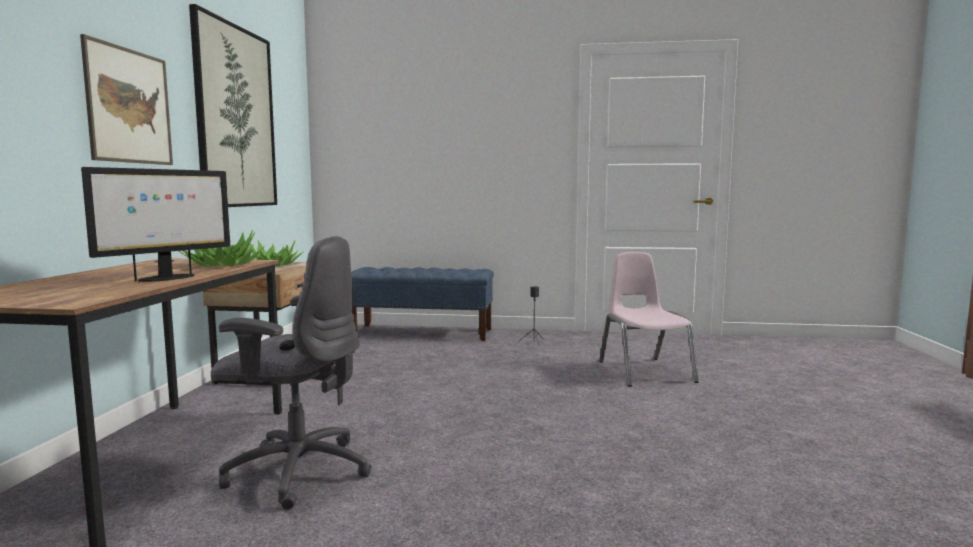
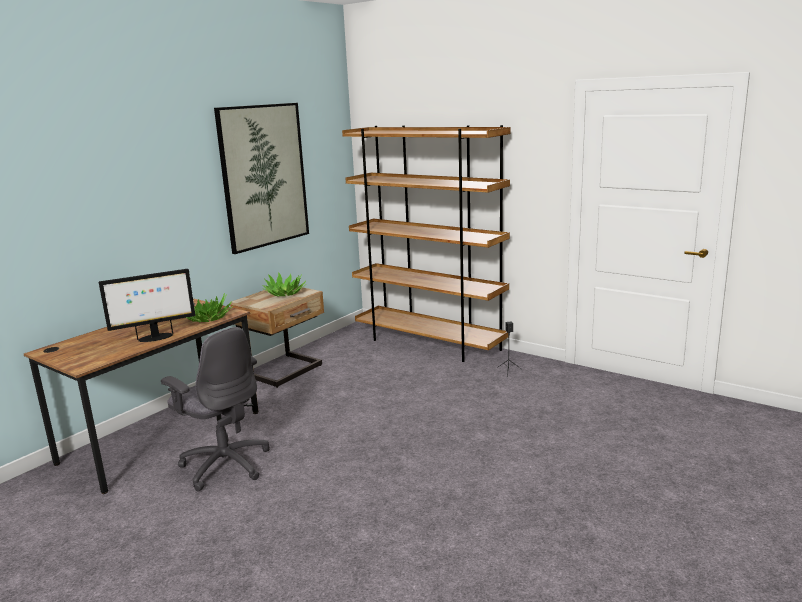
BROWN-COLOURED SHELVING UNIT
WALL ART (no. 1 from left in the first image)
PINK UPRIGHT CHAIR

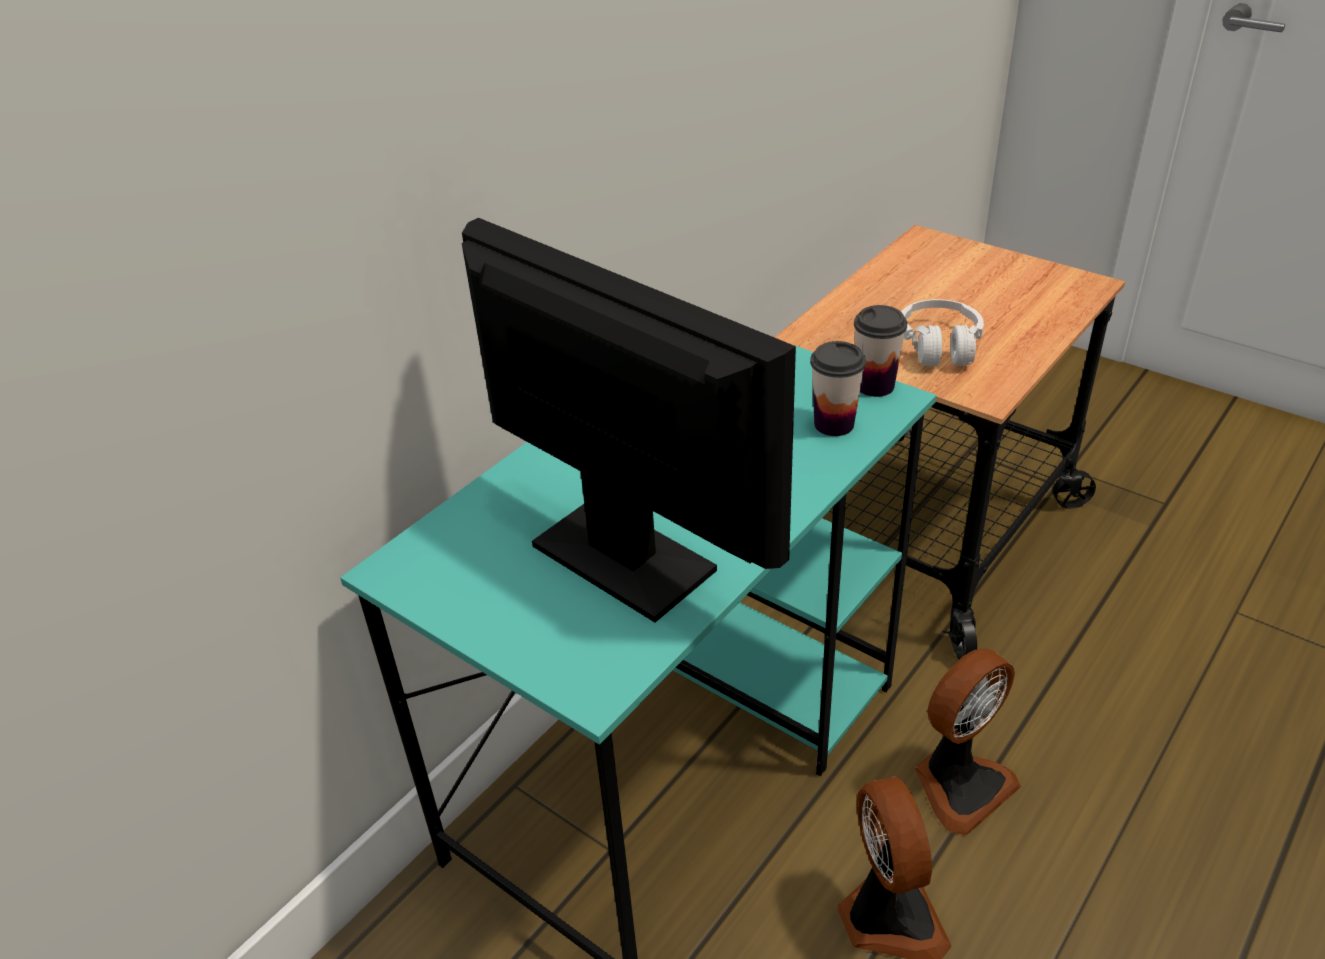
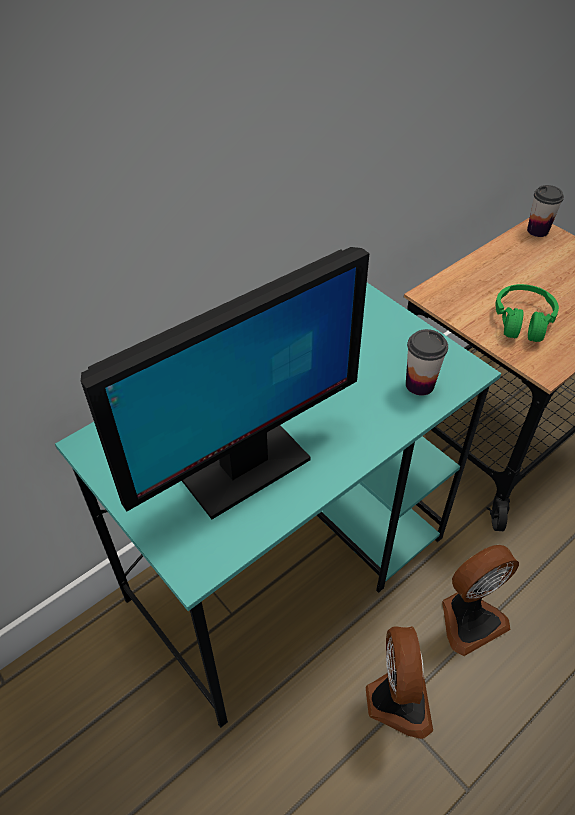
COMPUTER DISPLAY
GREEN-COLOURED PAIR OF HEADPHONES
SMALL CUP (no. 2 from left)

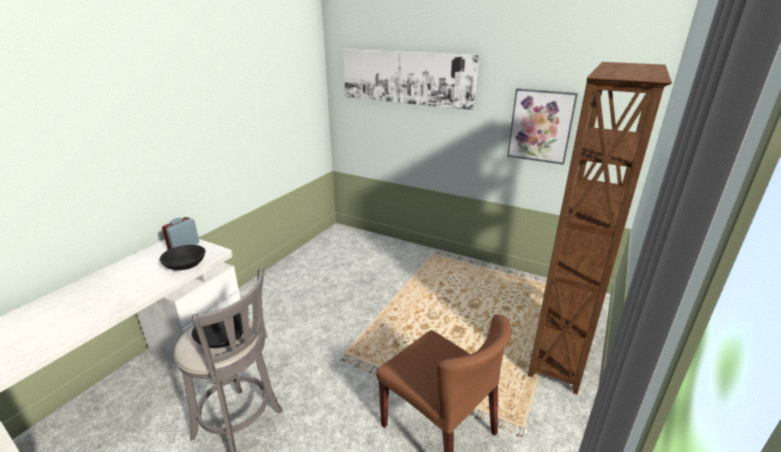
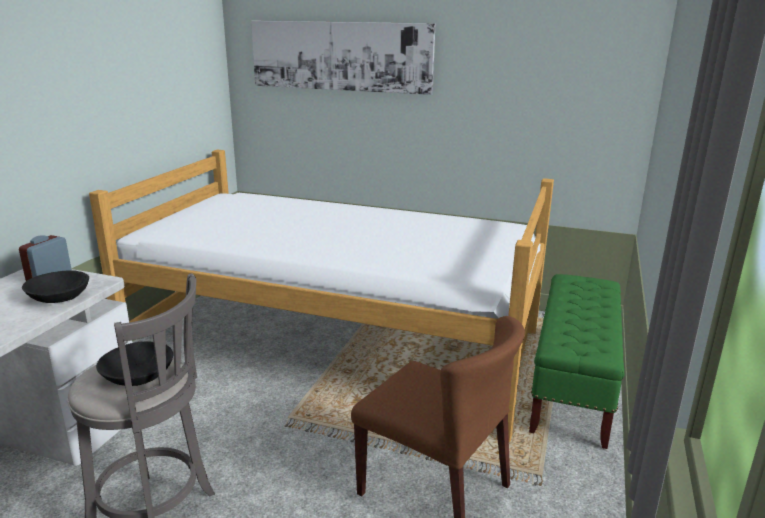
BEDROOM BED
GREEN-COLOURED LONG SEAT
WALL ART (no. 2 from left in the first image)

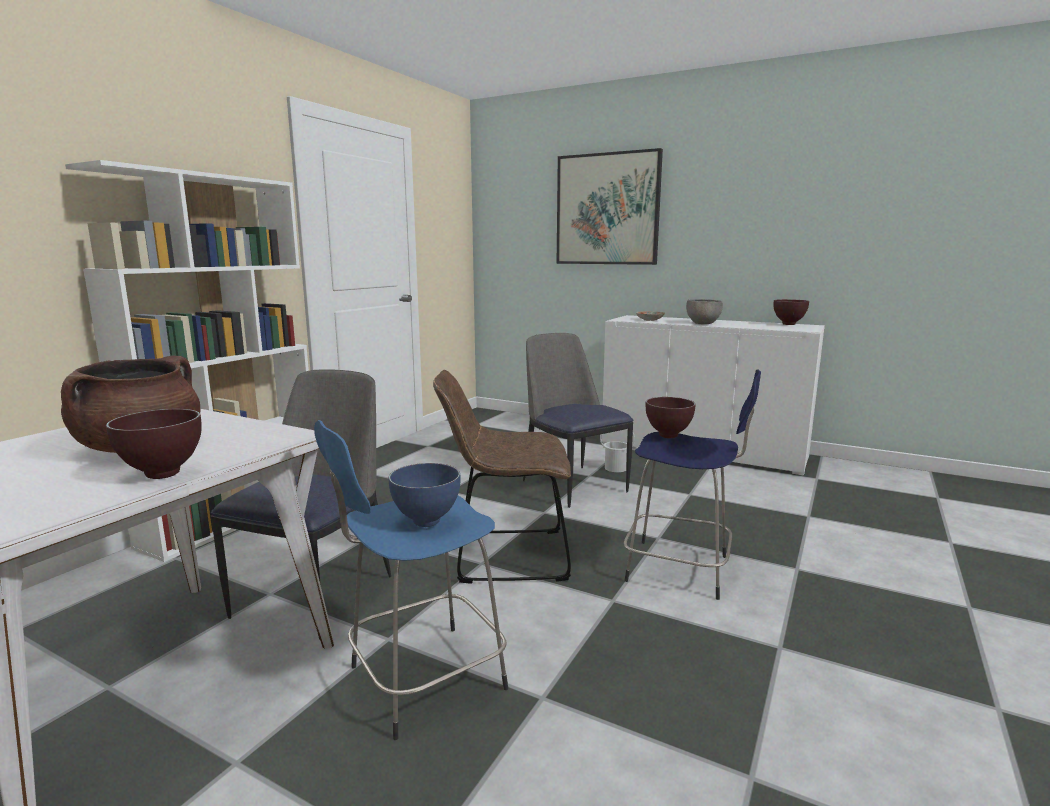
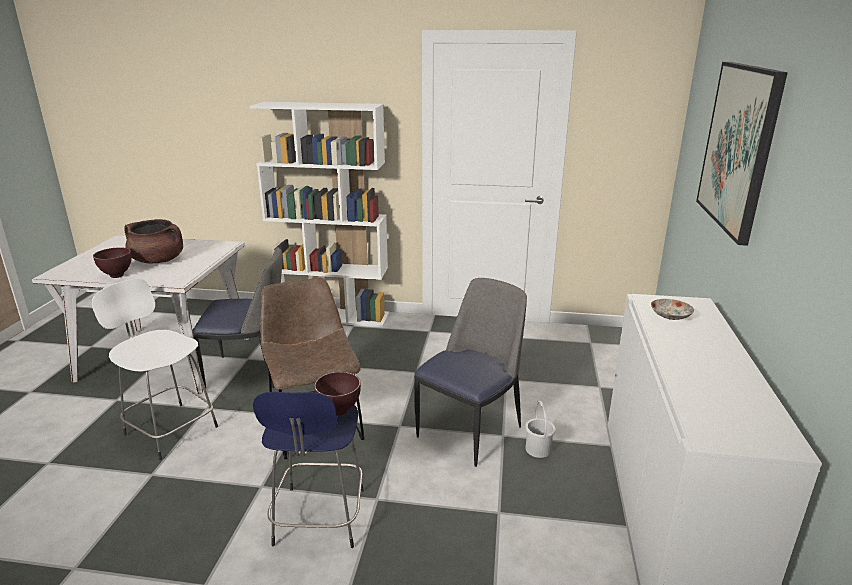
WHITE SITTING STOOL
BLUE-COLOURED DEEP DISH
GREY DEEP DISH
BROWN-COLOURED DEEP DISH (no. 3 from left in the first image)

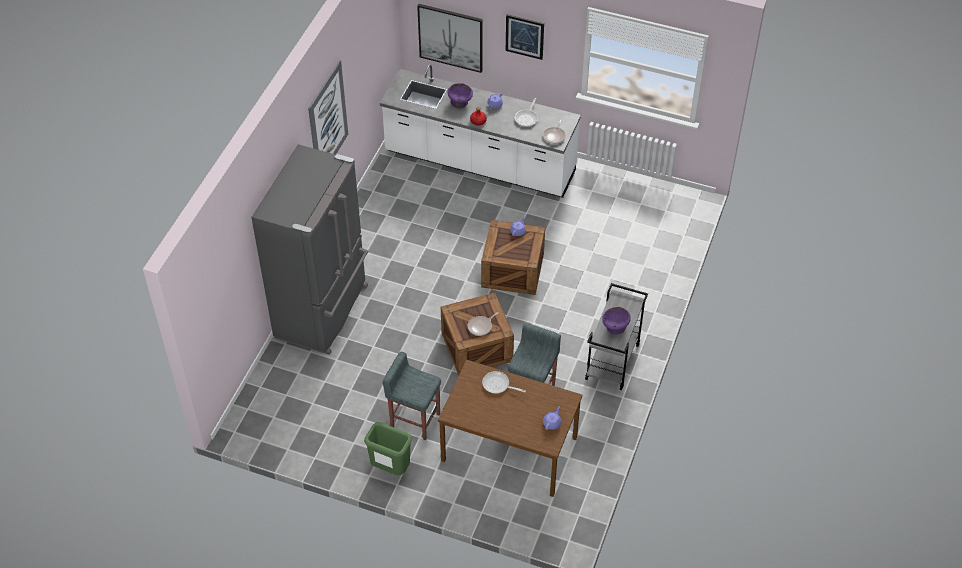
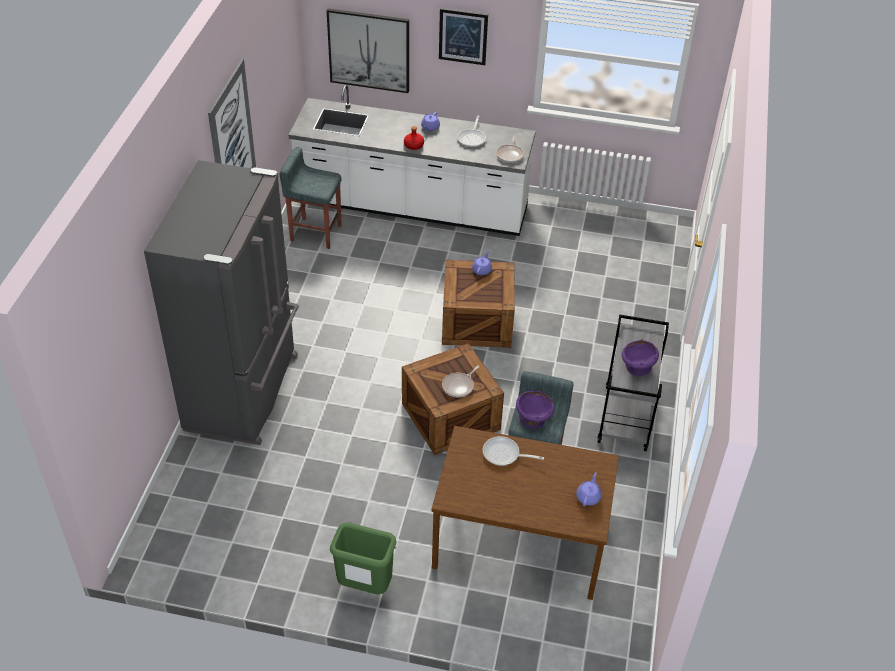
GREY SITTING STOOL (no. 1 from left)
PURPLE DEEP DISH (no. 1 from left)

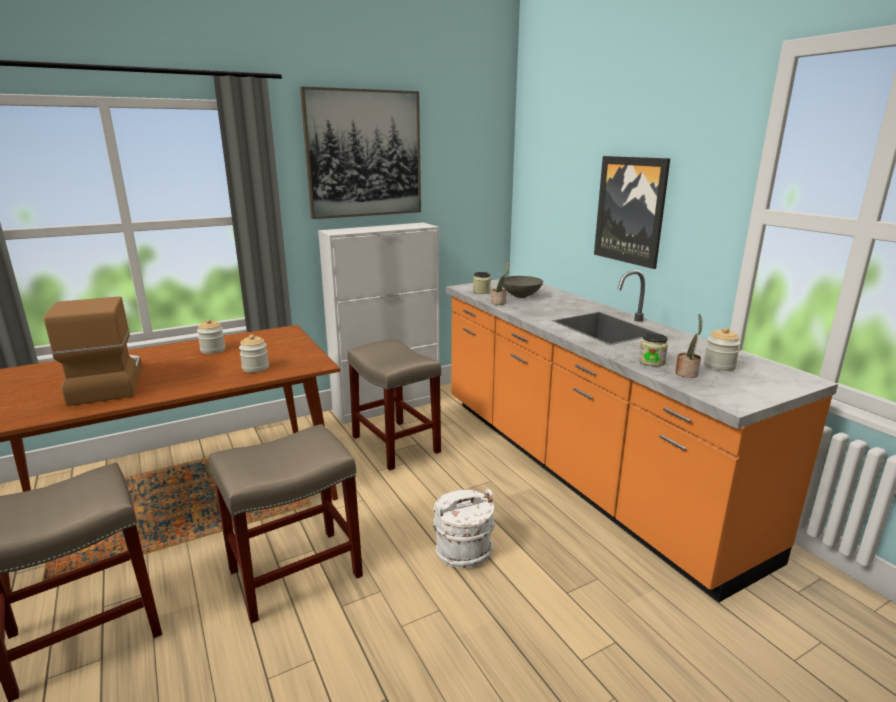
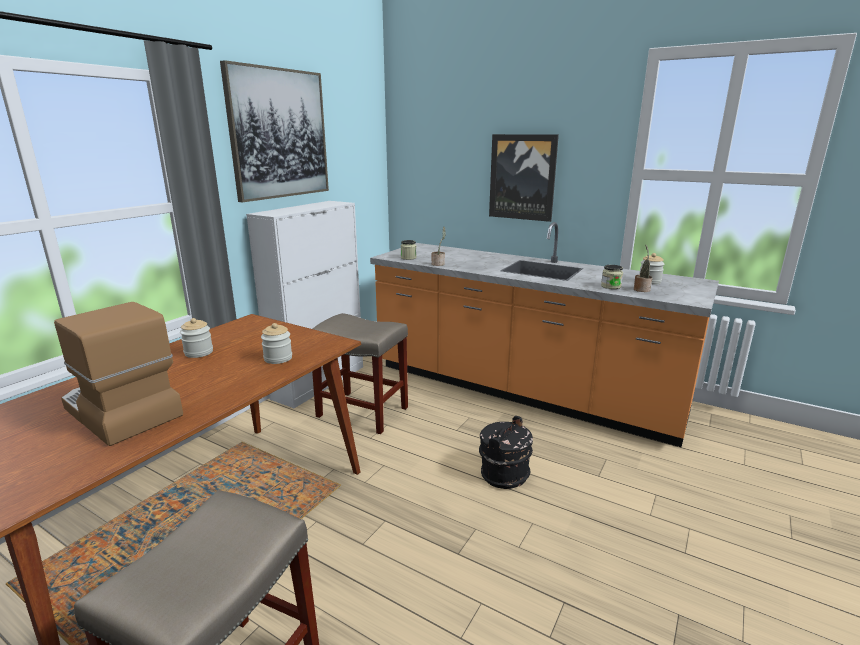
BLACK BUCKET
BEIGE SITTING STOOL (no. 2 from left in the first image)
GREY DEEP DISH

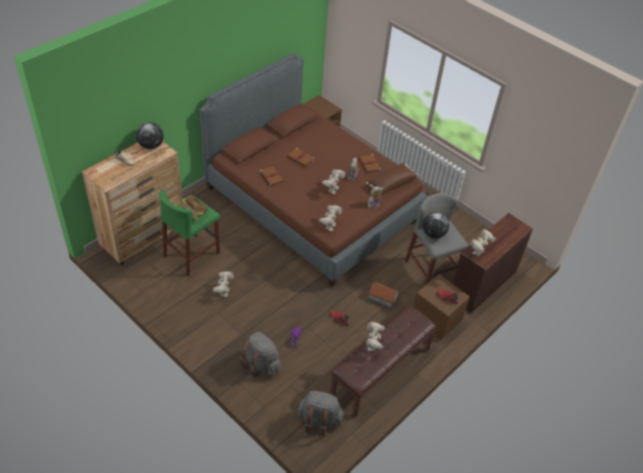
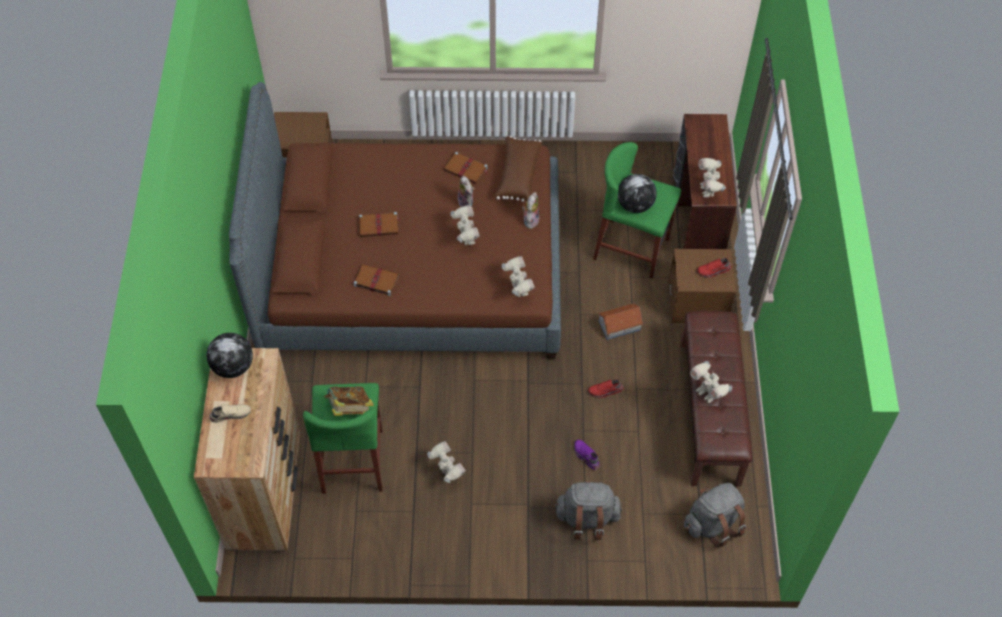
GREEN-COLOURED SITTING STOOL (no. 2 from left)

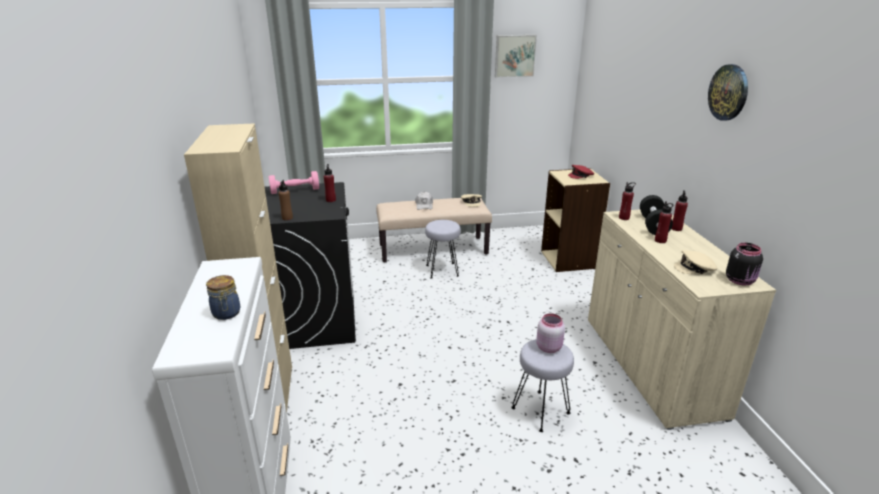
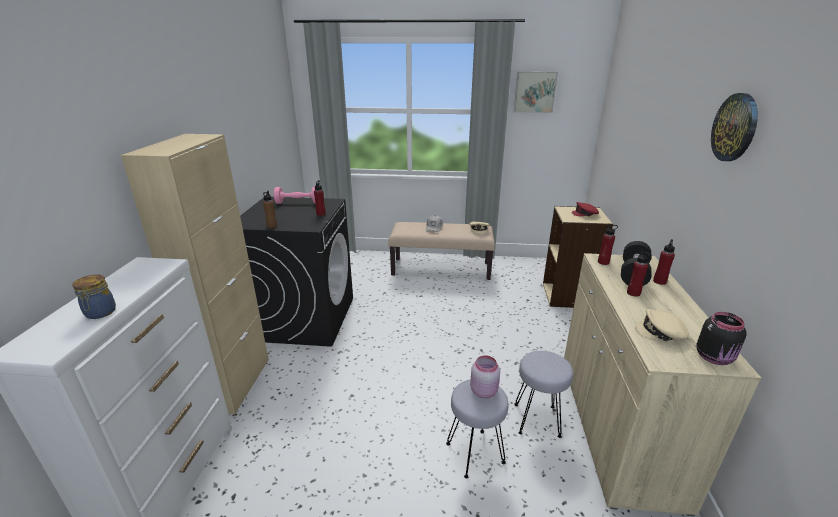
GREY SITTING STOOL (no. 2 from left)

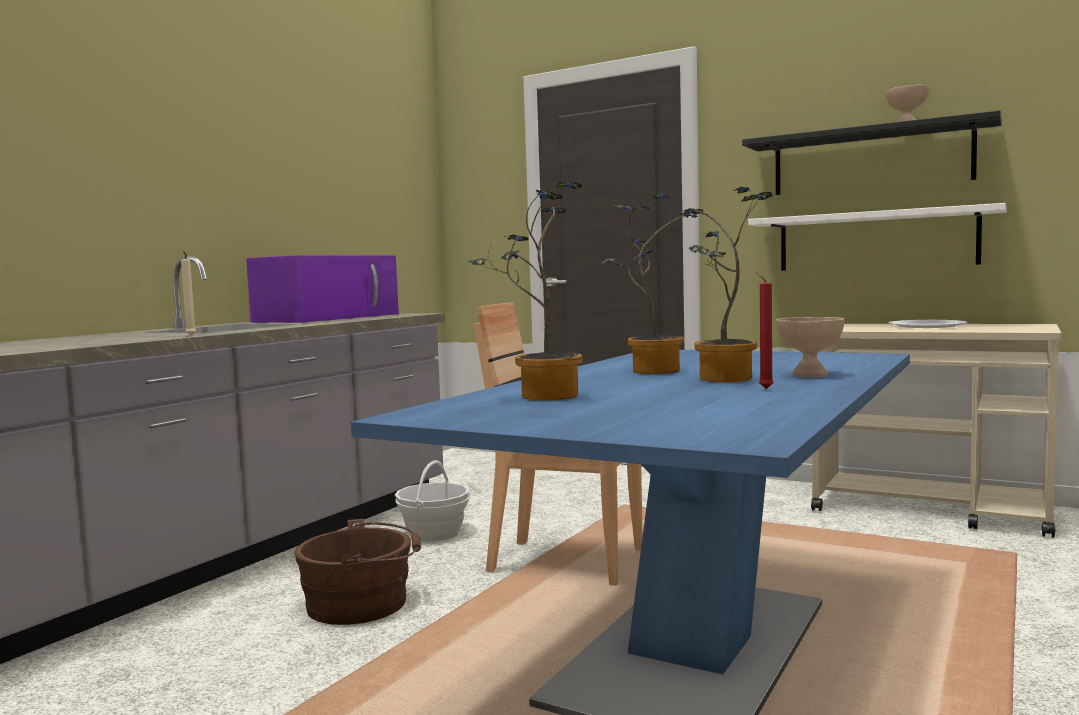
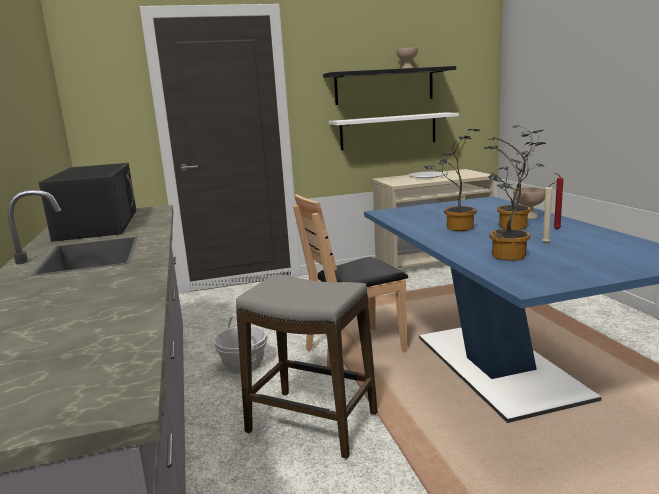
BLACK MICROWAVE
SITTING STOOL
BEIGE WAX LIGHT

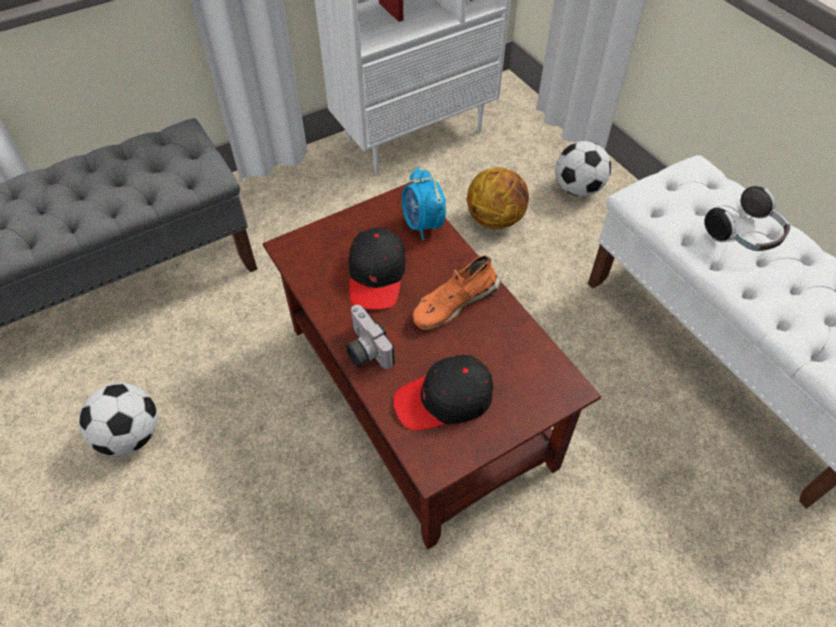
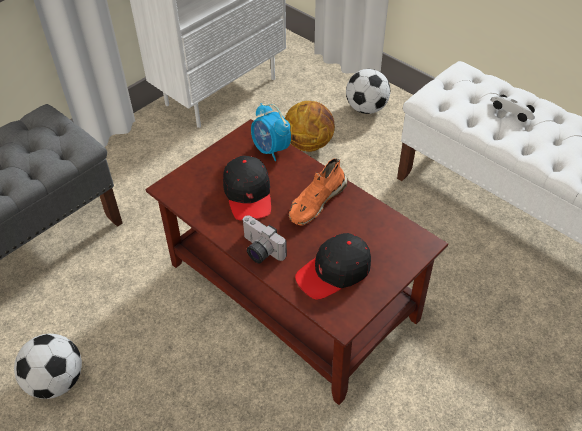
MODEL CAR

